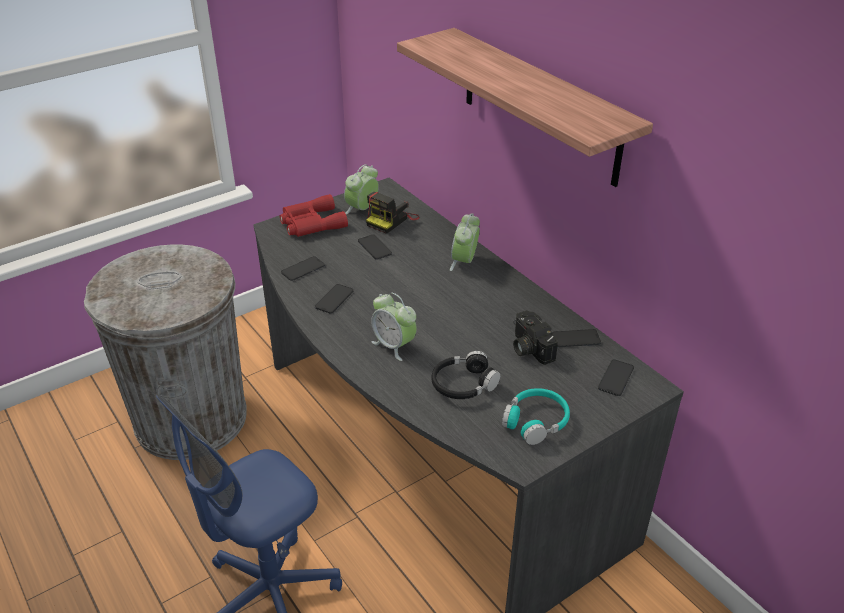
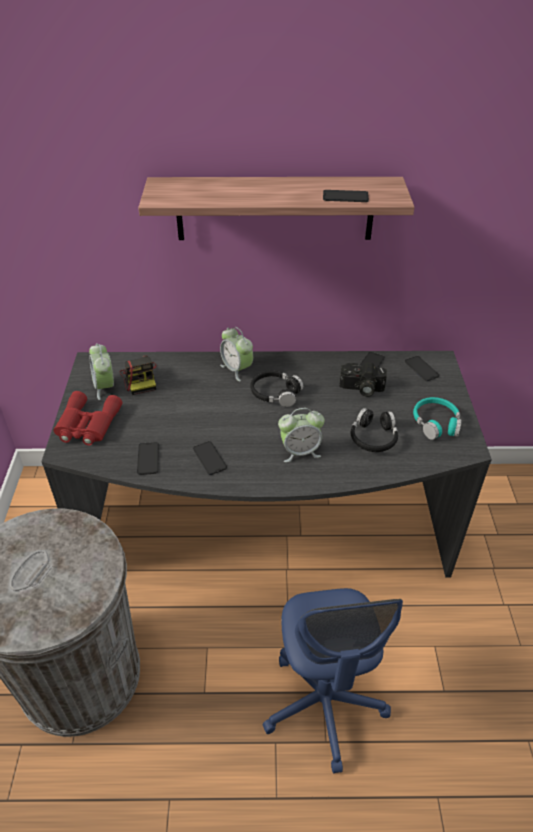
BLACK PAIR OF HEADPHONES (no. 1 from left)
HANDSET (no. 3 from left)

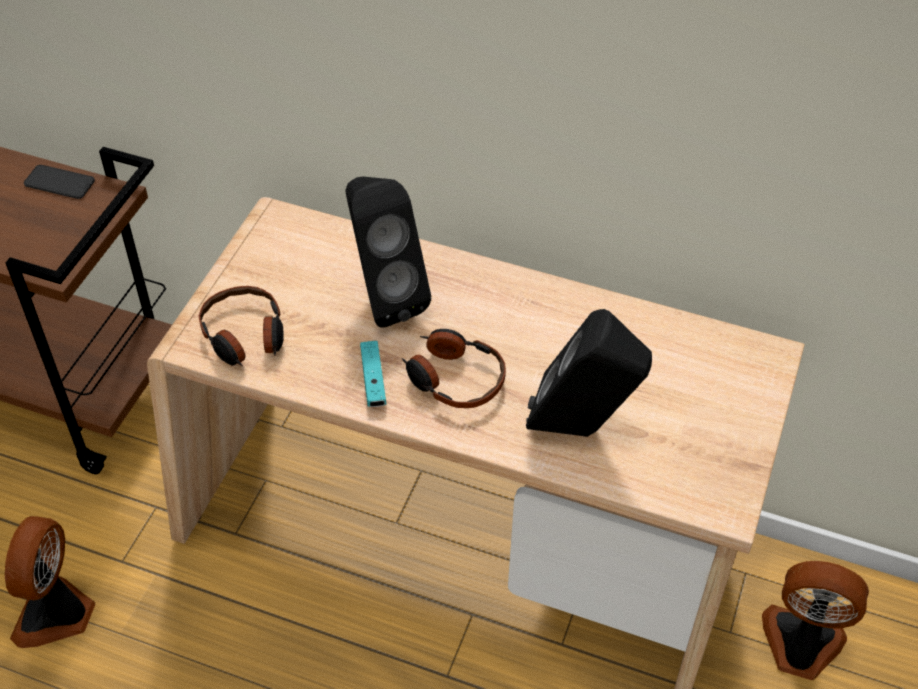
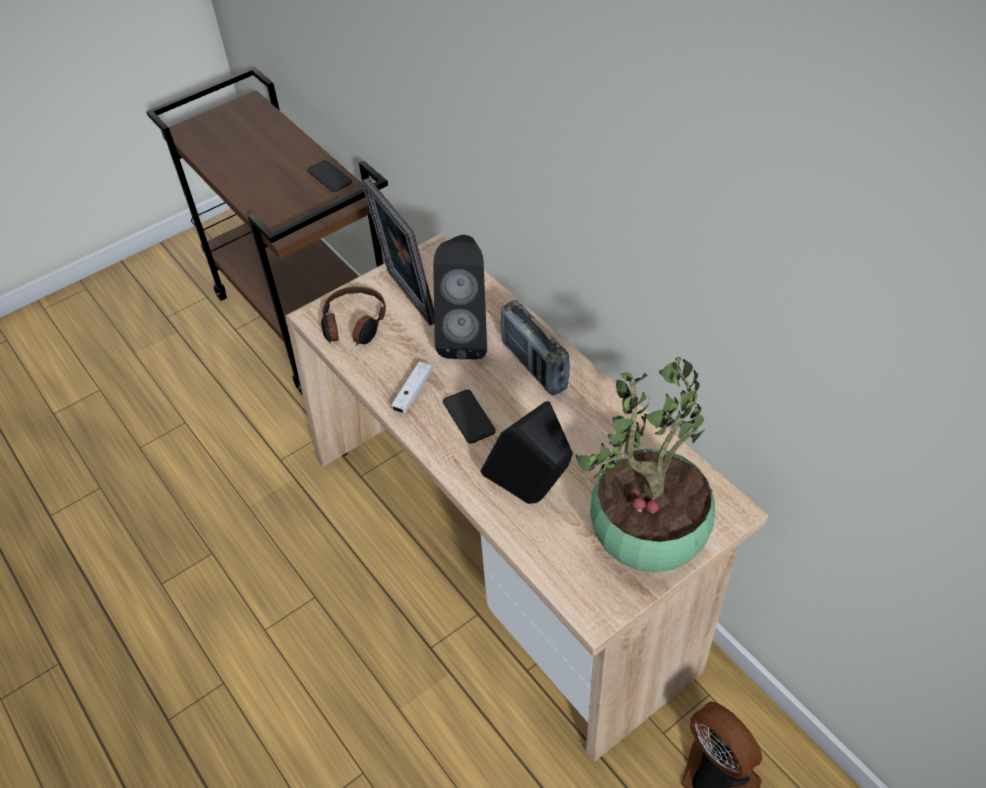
PICTURE FRAME
WHITE GAME CONTROLLER
HANDSET (no. 2 from left)
RADIO RECEIVER
HOUSEPLANT
ELECTRIC FAN (no. 1 from left in the first image)

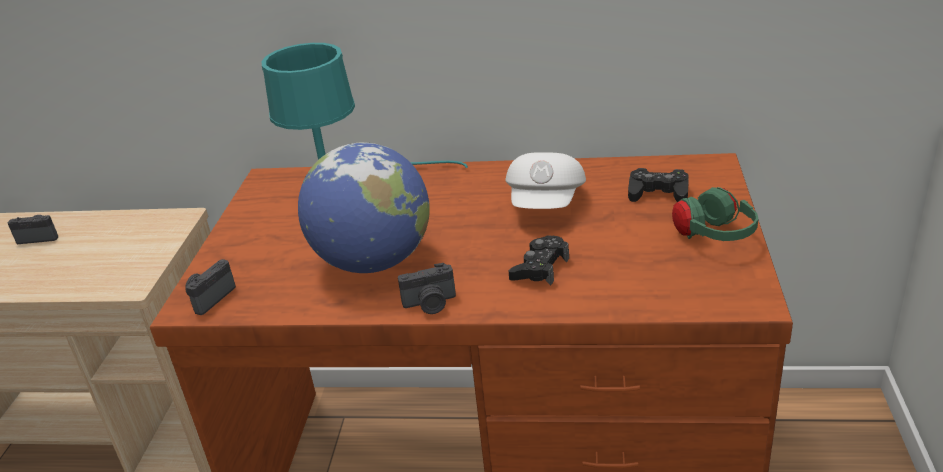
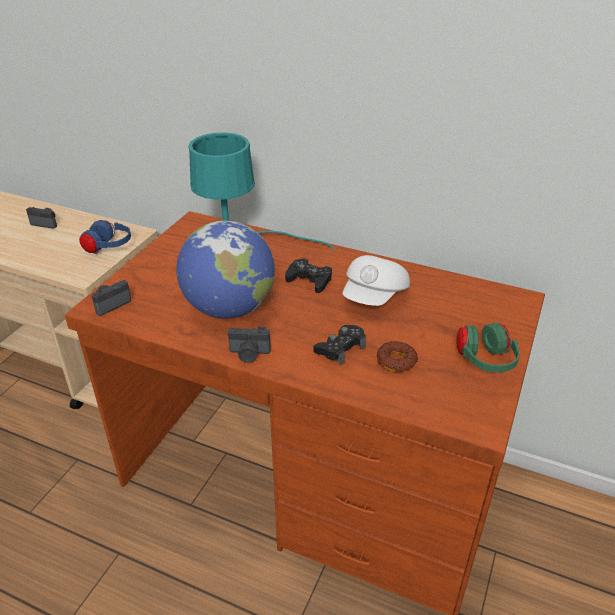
BLUE-COLOURED PAIR OF HEADPHONES
BLACK GAME CONTROLLER (no. 1 from left)
DOUGHNUT

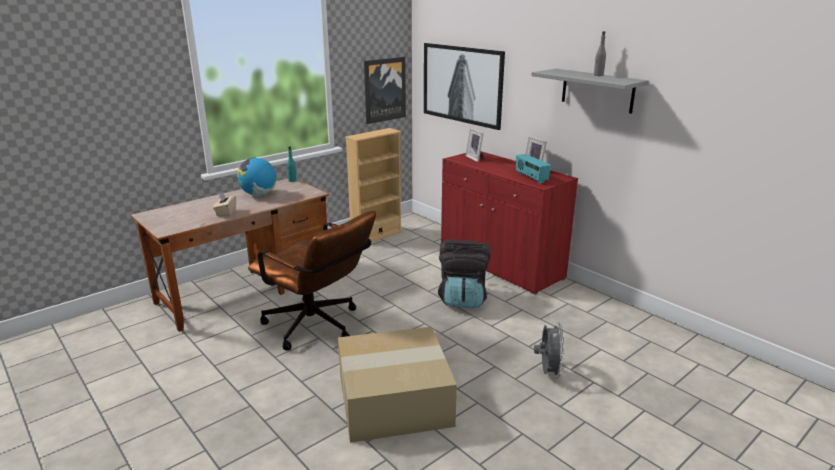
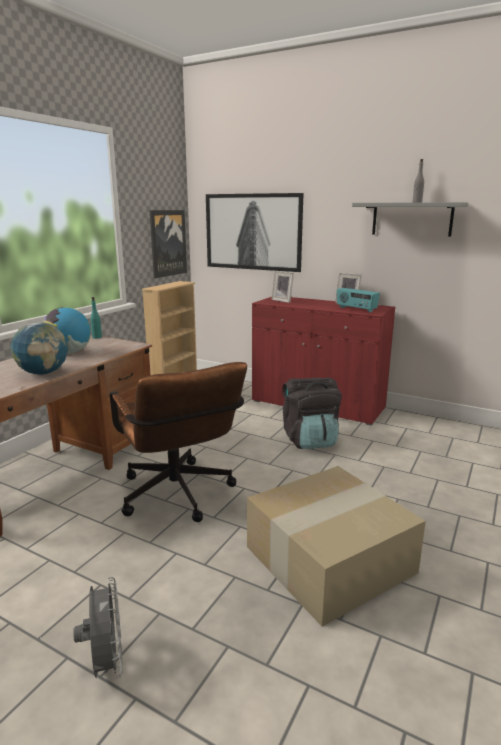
DESK GLOBE (no. 1 from left)
GREY ELECTRIC FAN
BROWN-COLOURED DESK CHAIR

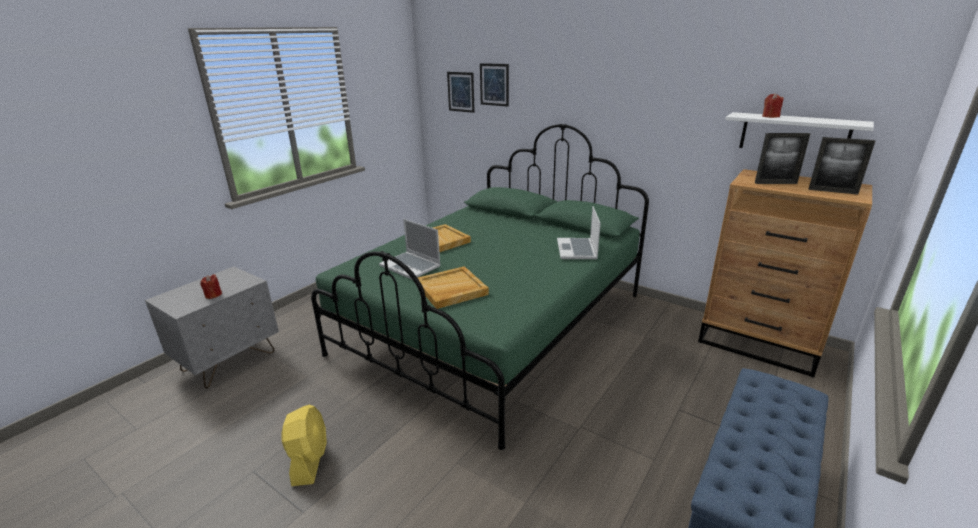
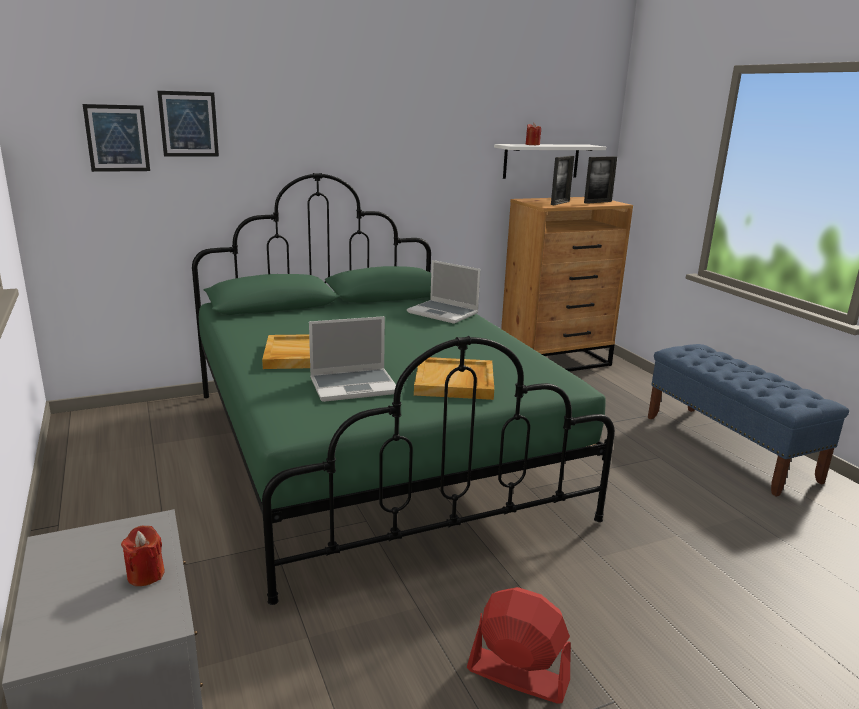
RED ELECTRIC FAN

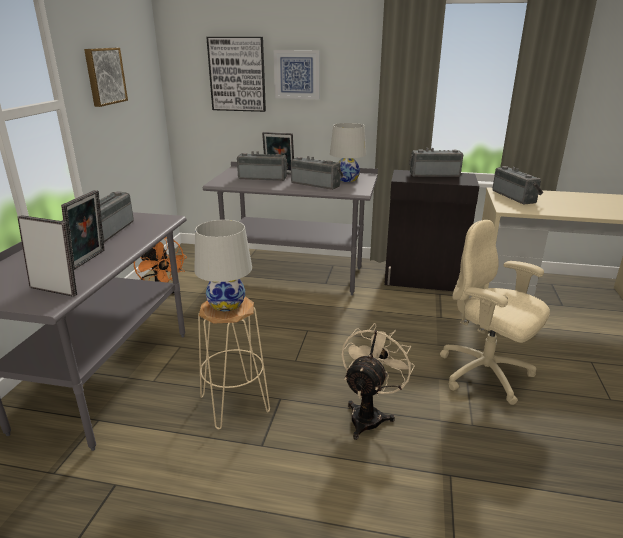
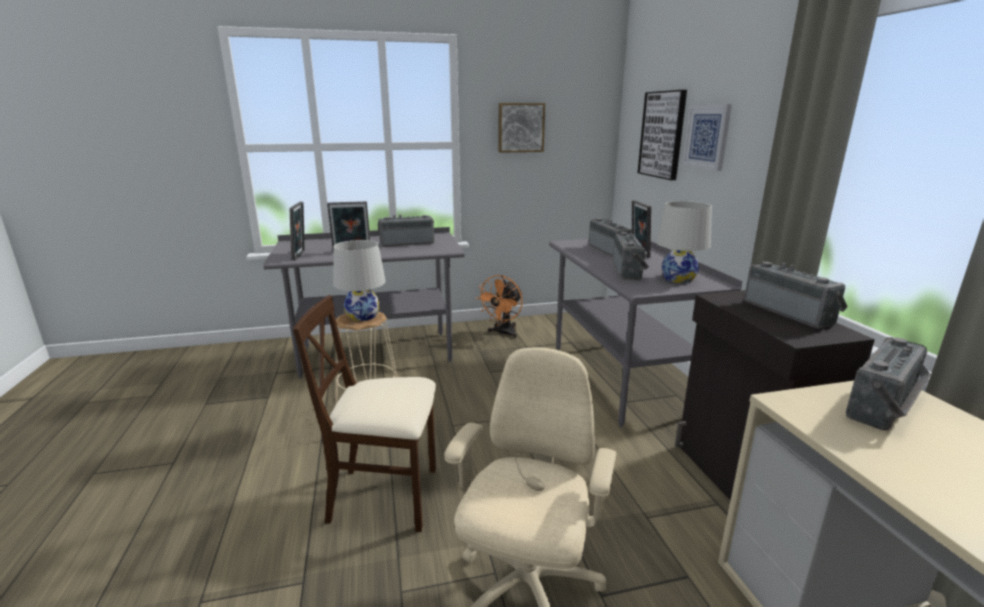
BEIGE UPRIGHT CHAIR

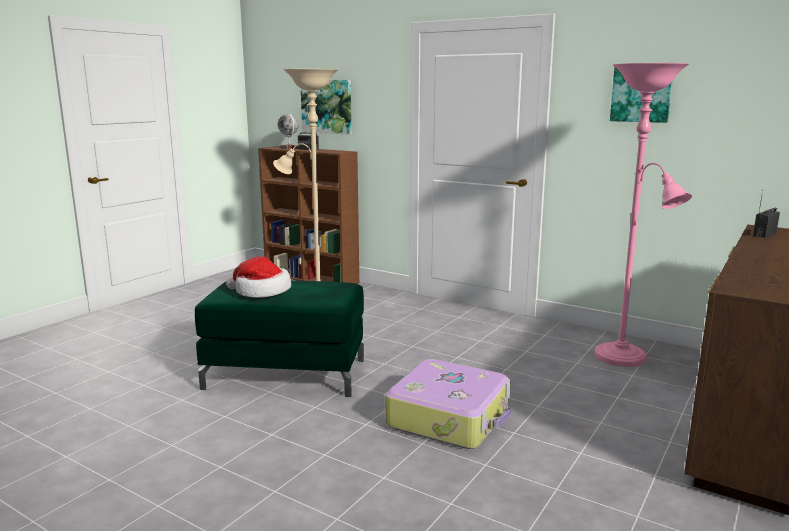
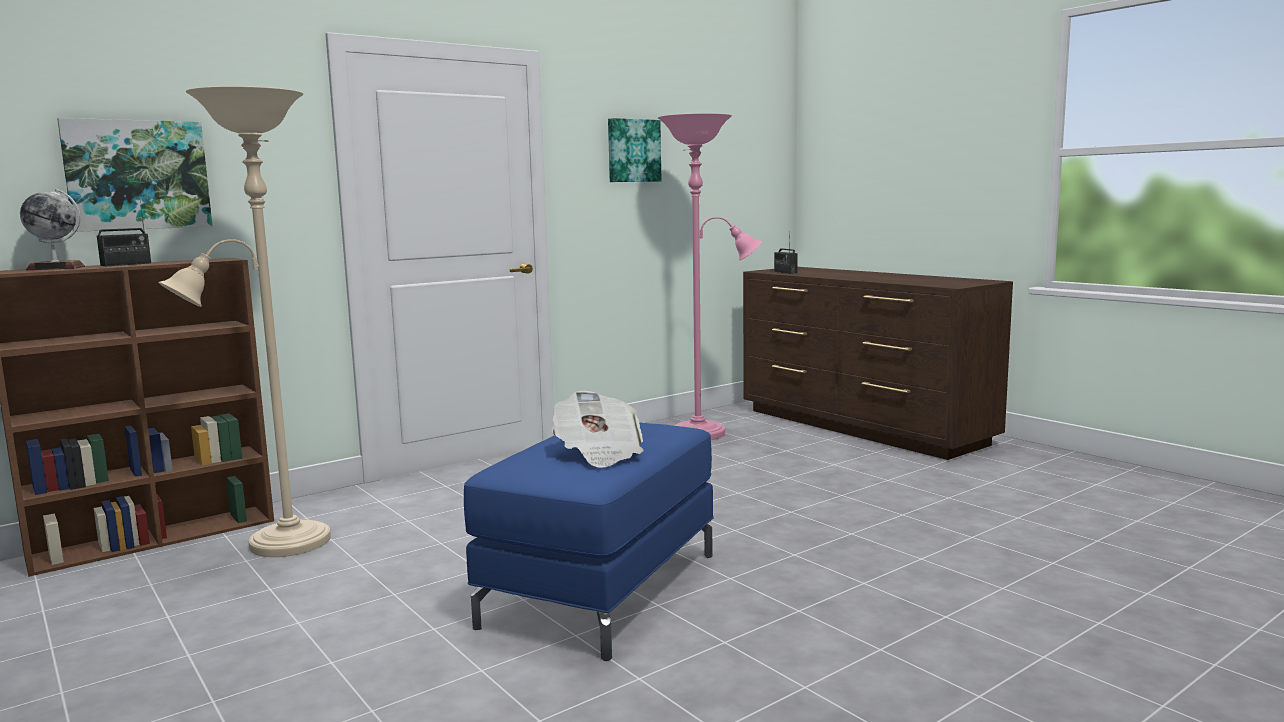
BLUE-COLOURED POUFFE
NEWSPAPER
PIECE OF LUGGAGE

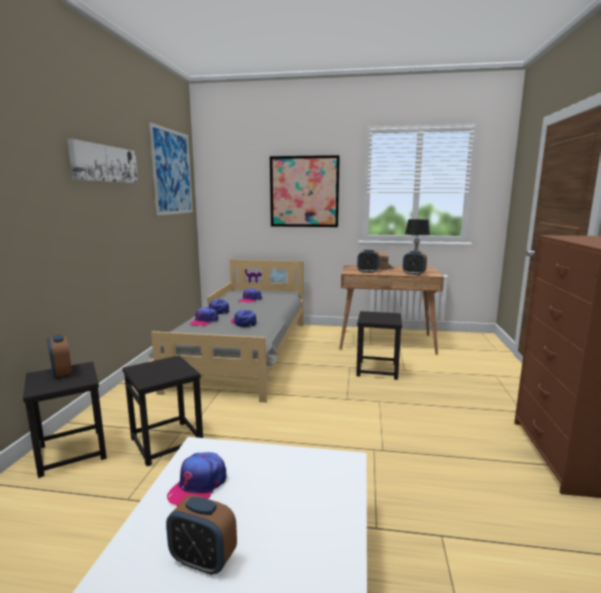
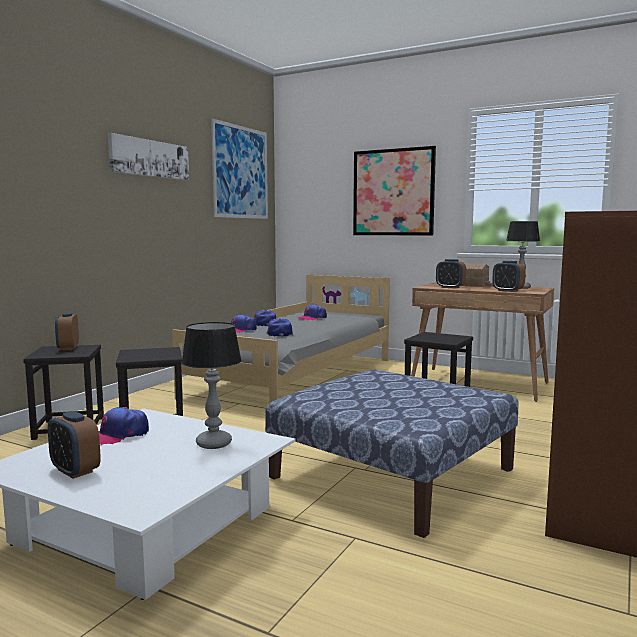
TABLETOP LAMP (no. 1 from left)
POUFFE

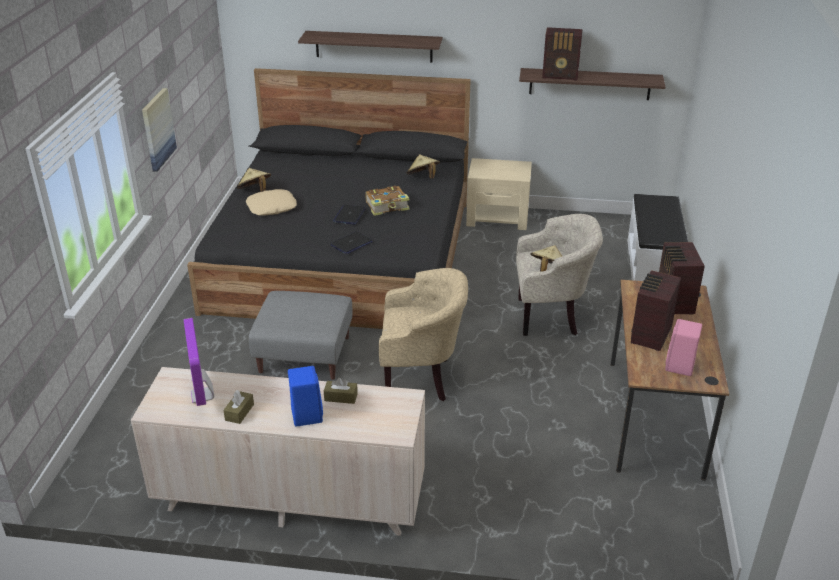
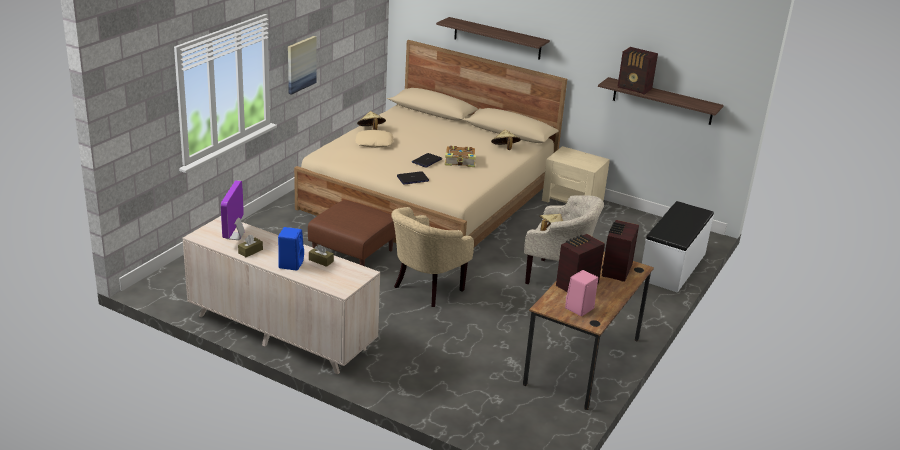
BEIGE BEDROOM BED
BROWN-COLOURED POUFFE
BEIGE LOUNGE CHAIR (no. 1 from left)

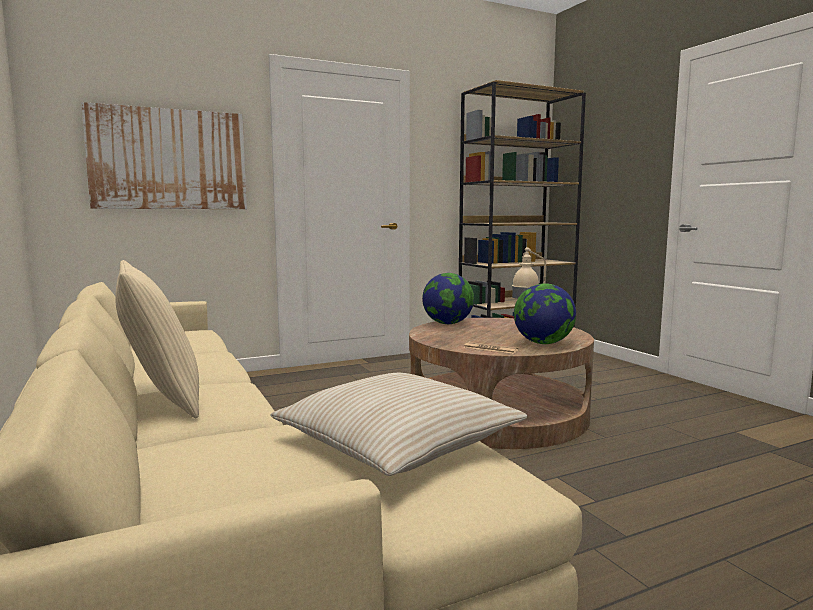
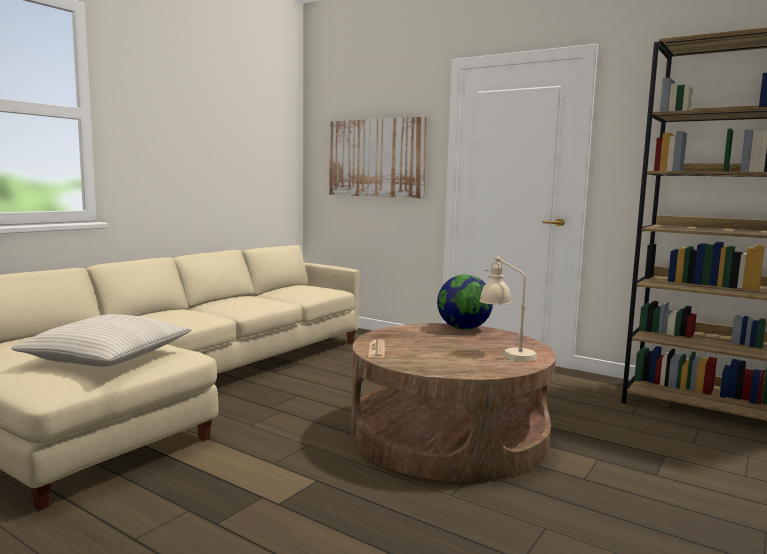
BEIGE CUSHION (no. 1 from left in the first image)
DESK GLOBE (no. 2 from left in the first image)

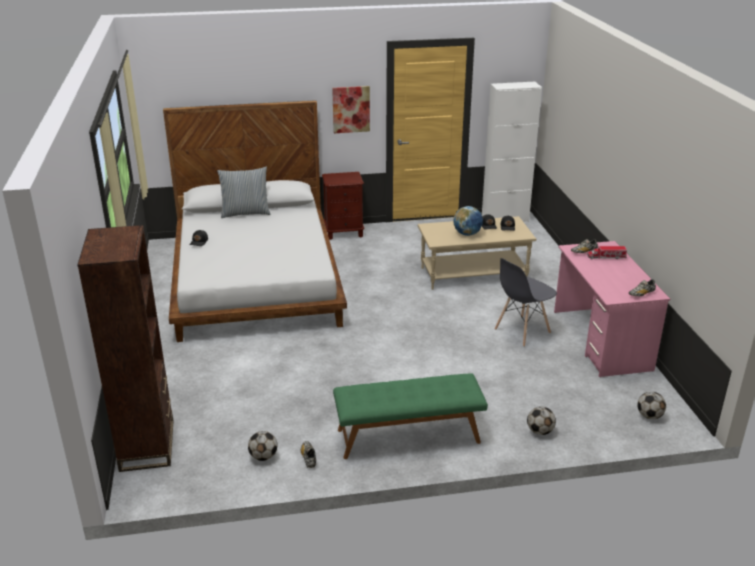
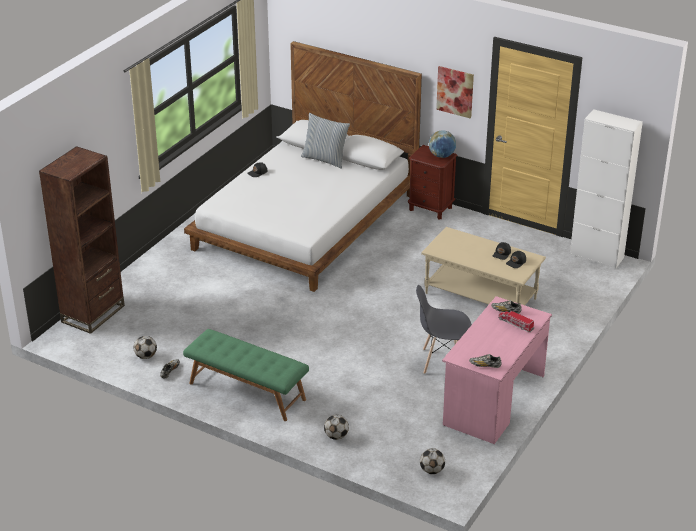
DESK GLOBE

